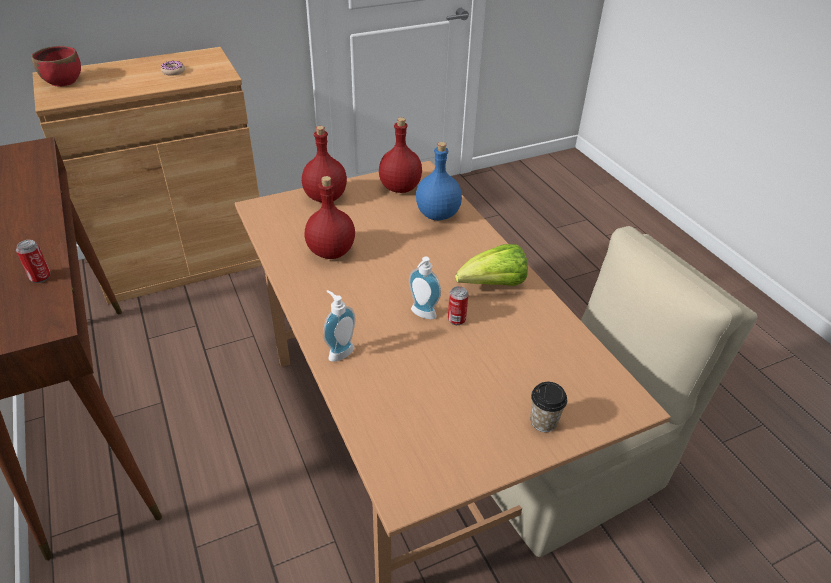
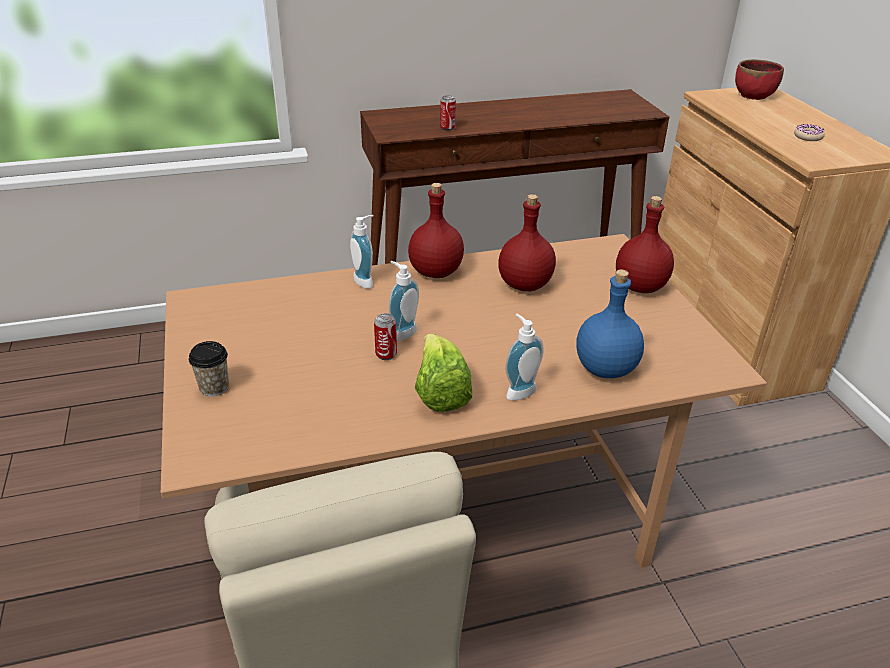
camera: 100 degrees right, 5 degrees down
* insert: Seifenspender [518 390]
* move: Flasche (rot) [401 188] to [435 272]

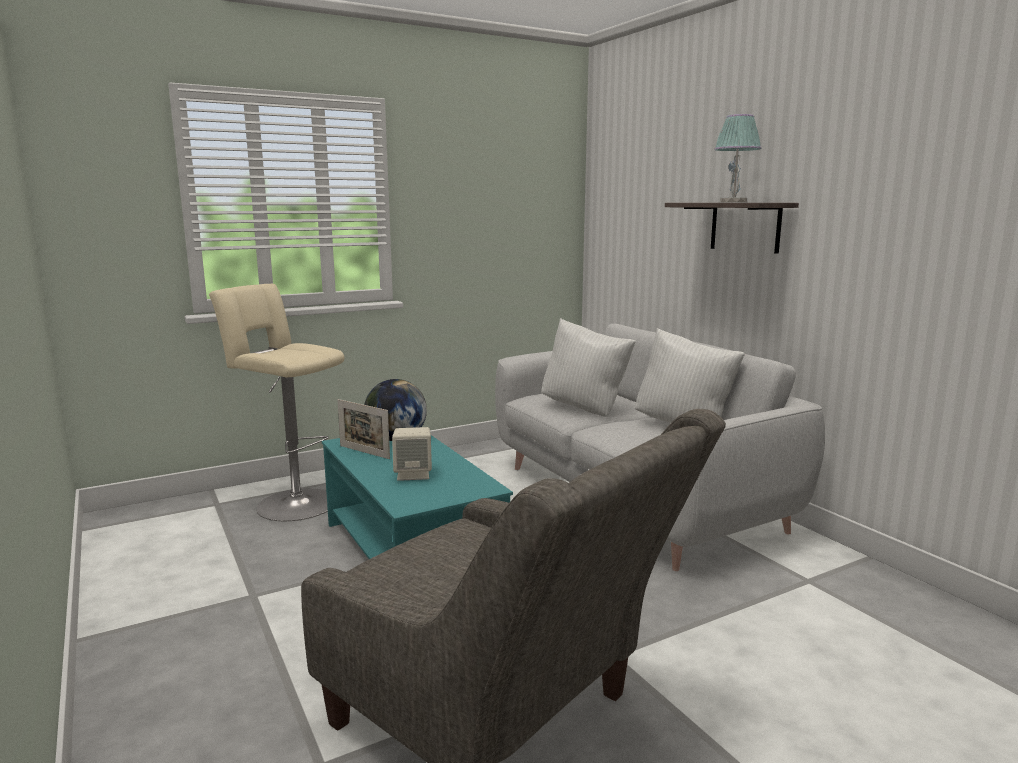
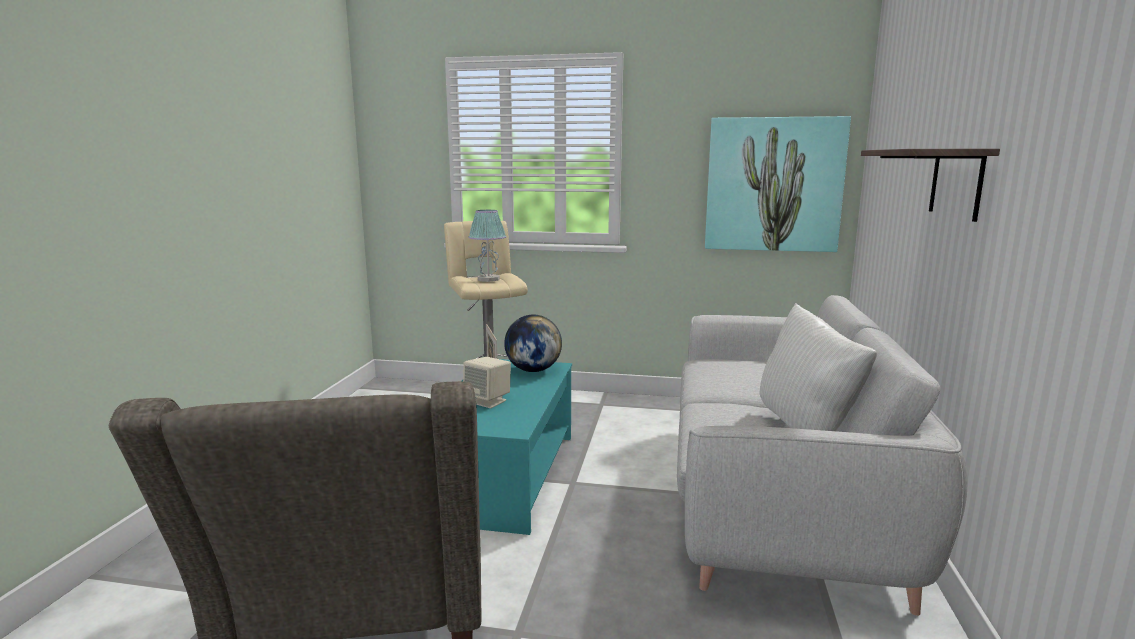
camera: 40 degrees right, 0 degrees up
* delete: Kissen (weiß) [585 408]
* insert: Bild [773 185]
* move: Tischlampe [734 202] to [488 279]

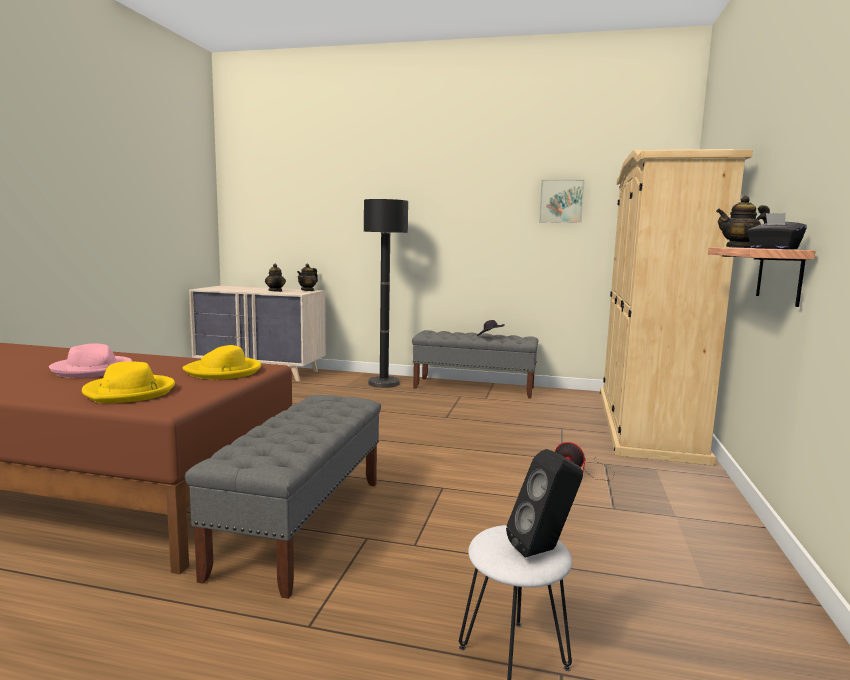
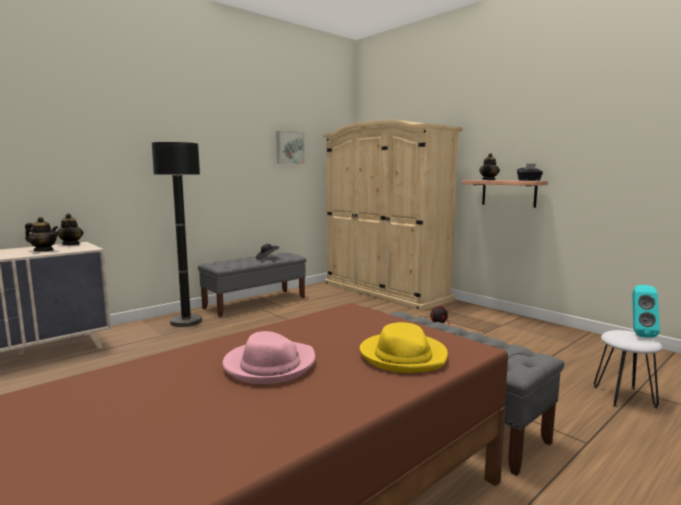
camera: 55 degrees left, 0 degrees up
* delete: Hut (gelb) [224 371]
* recolor: Lautsprecher (schwarz) [544 550] to Lautsprecher (türkis) [639 334]

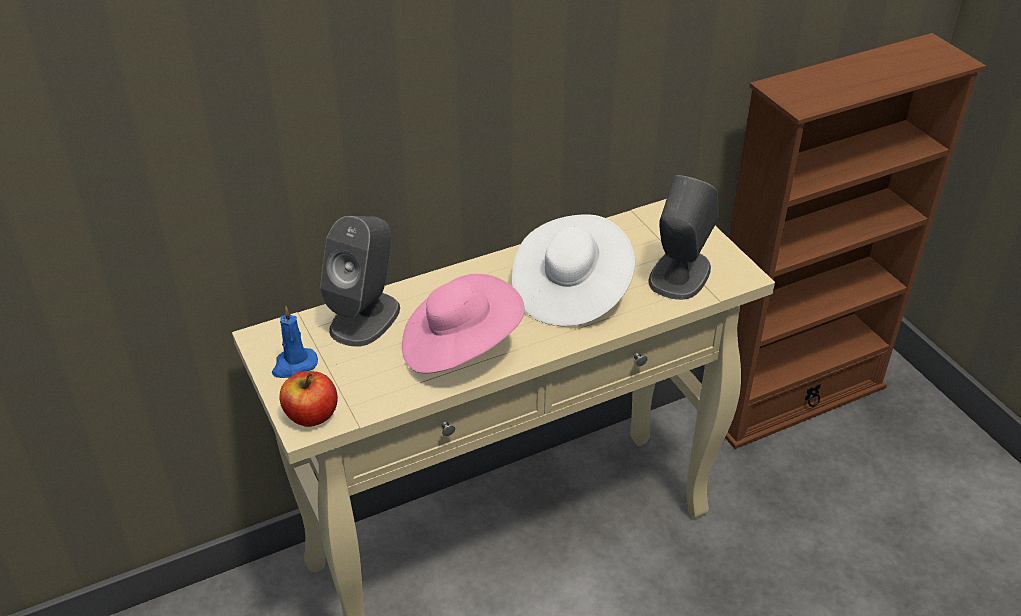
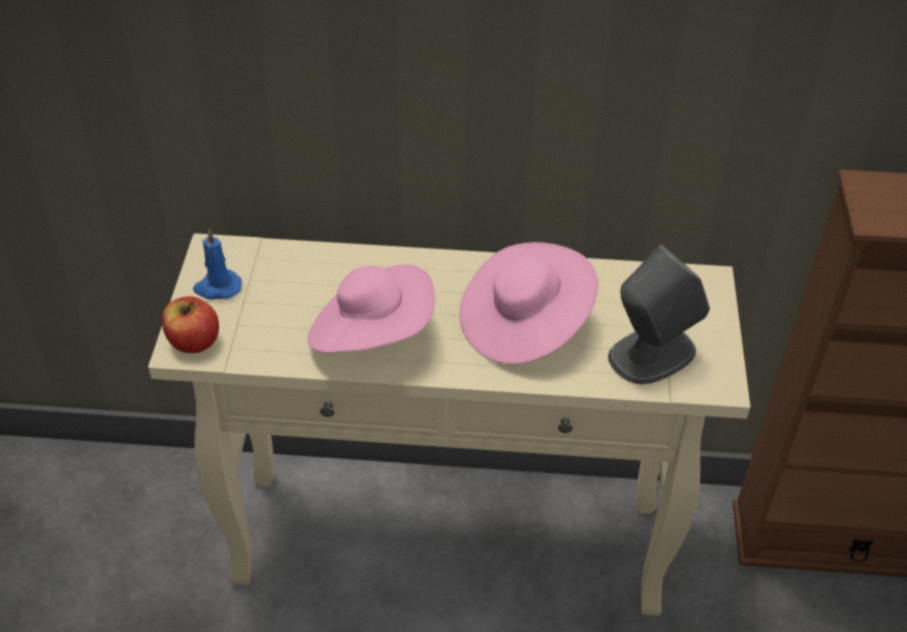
camera: 30 degrees right, 5 degrees up
* delete: Lautsprecher (grau) [365 318]
* recolor: Hut (weiß) [571 292] to Hut (rosa) [524 325]

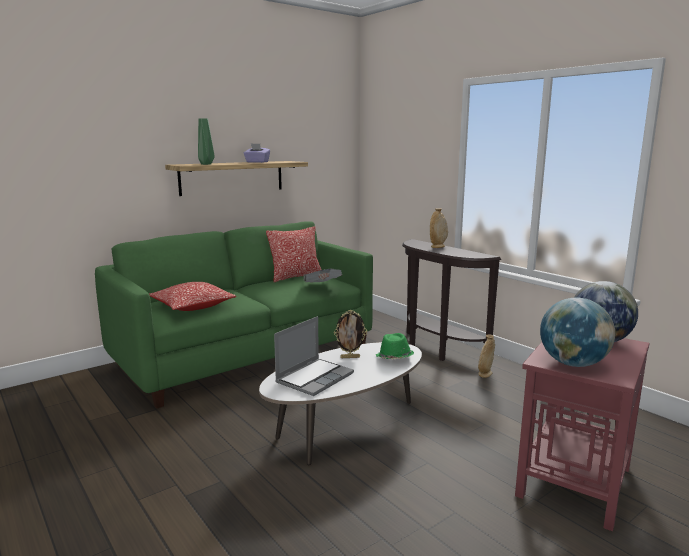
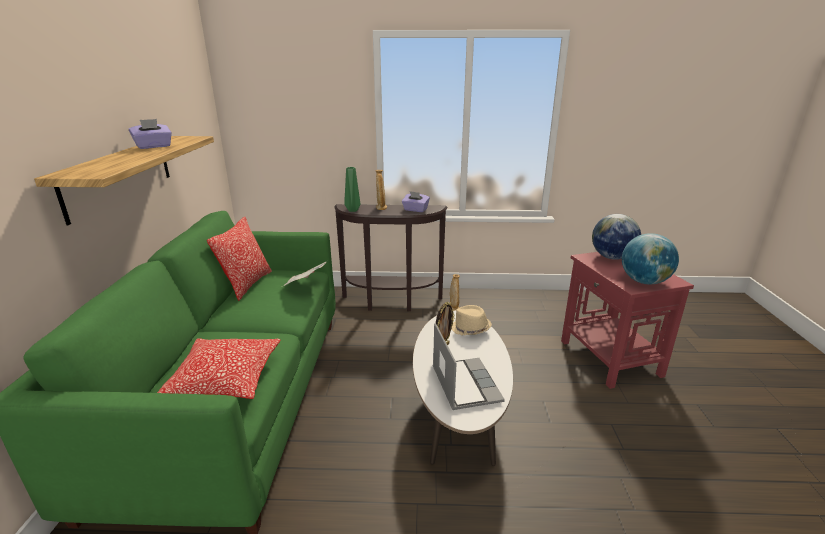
camera: 50 degrees left, 10 degrees up
* insert: Taschentuchbox (lila) [415 210]
* move: Vase (grün) [207 164] to [353 210]
* recolor: Hut (grün) [394 358] to Hut (beige) [470 329]

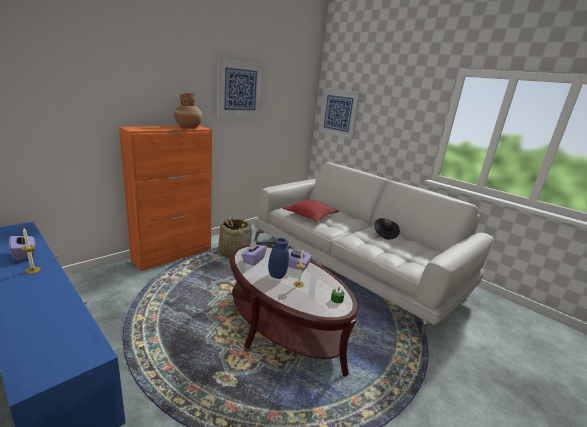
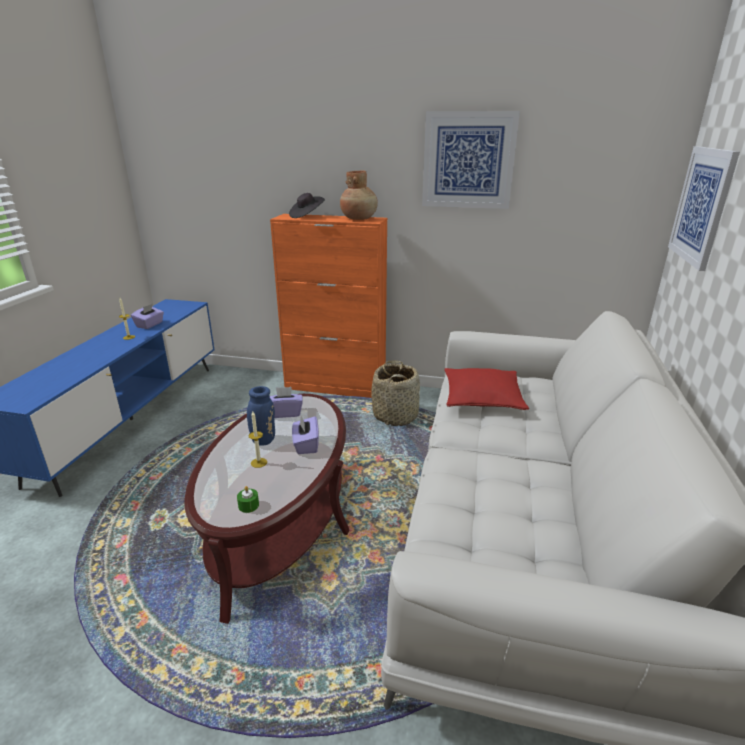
camera: 60 degrees right, 5 degrees up
* move: Hut (schwarz) [384 234] to [307 216]

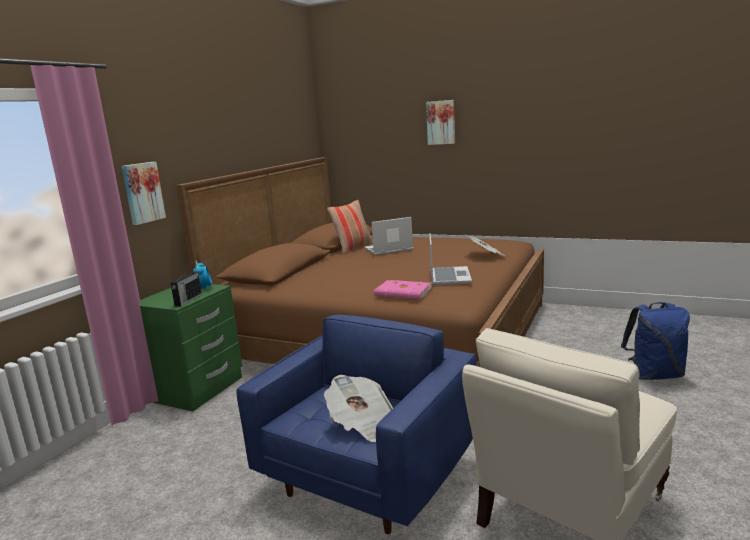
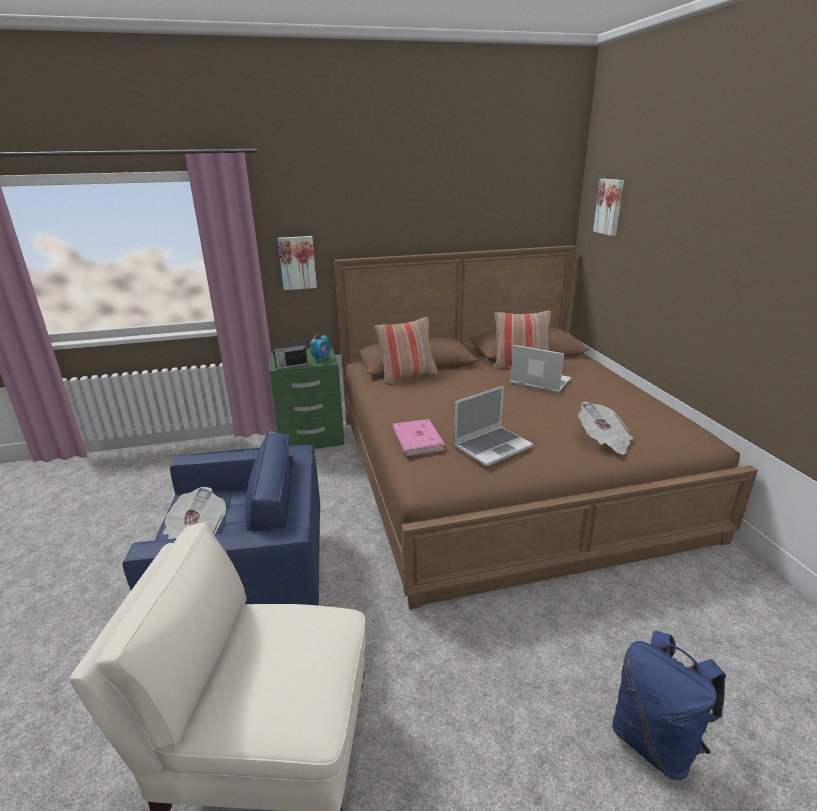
camera: 50 degrees right, 10 degrees up
* insert: Kissen [407 375]
* move: Bild [441 122] to [610 206]

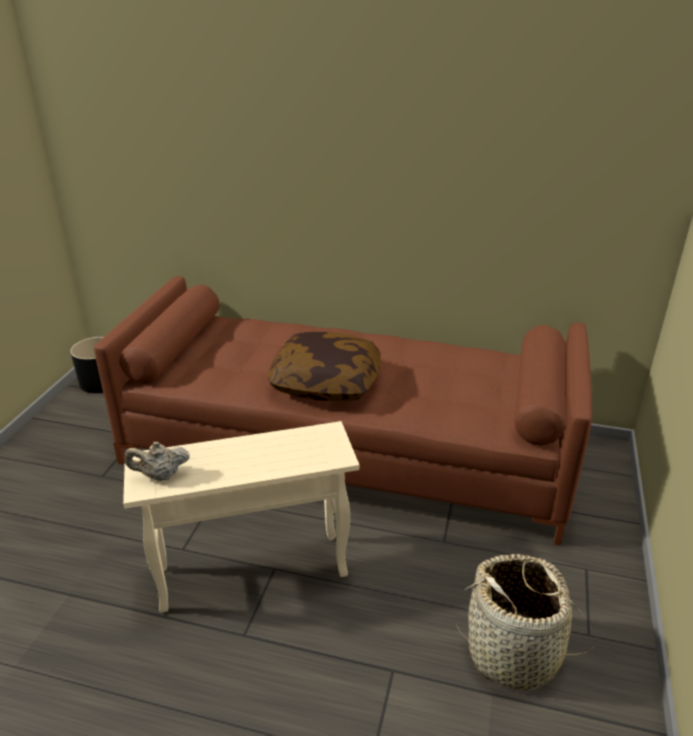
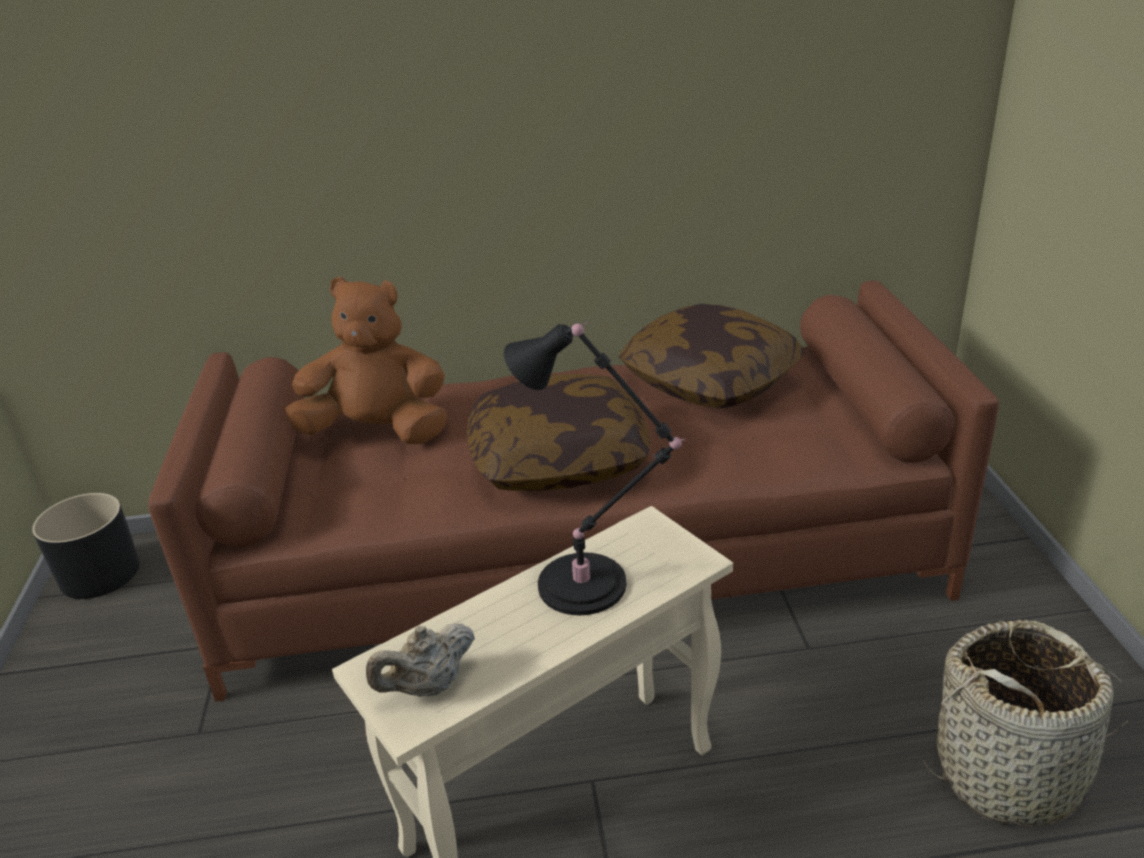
camera: 20 degrees left, 0 degrees up
* insert: Plüschtier (braun) [378 432]
* insert: Tischlampe (schwarz) [589 586]
* insert: Kissen [710 381]

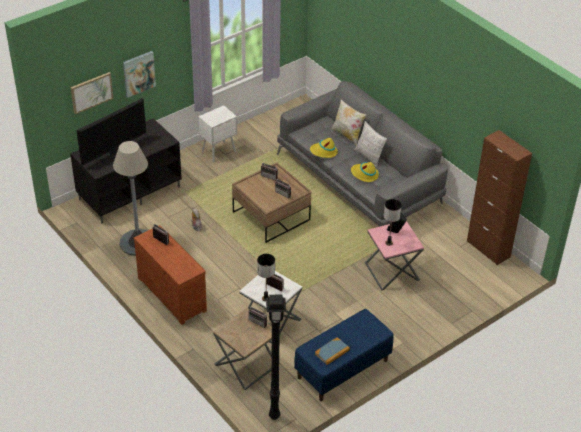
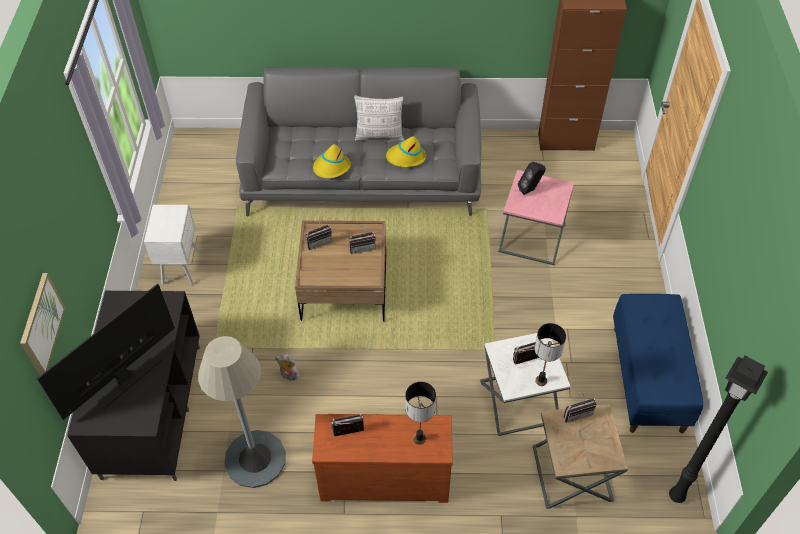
camera: 50 degrees left, 10 degrees up
* delete: Bild [138 73]
* delete: Buch [332 352]
* delete: Kissen [347 135]
* move: Tischlampe [389 243] to [419 439]
* rotate: Fernseher [114 152] = [124 378] 135 degrees counterclockwise

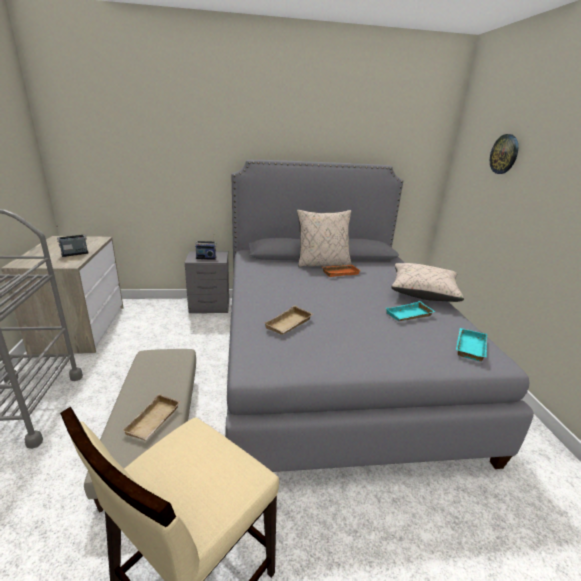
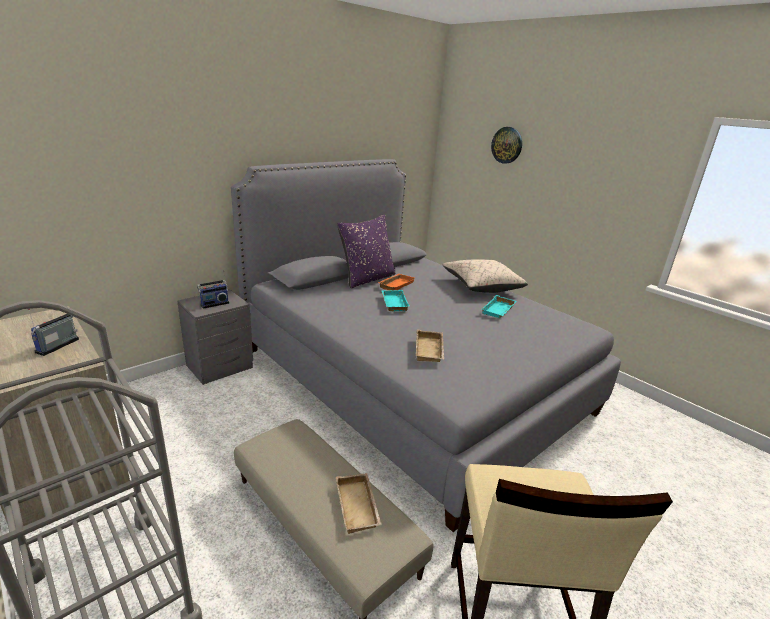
camera: 35 degrees left, 0 degrees up
* move: Tablett (türkis) [468 346] to [393 303]
* recolor: Kissen (beige) [322 263] to Kissen (lila) [367 279]

